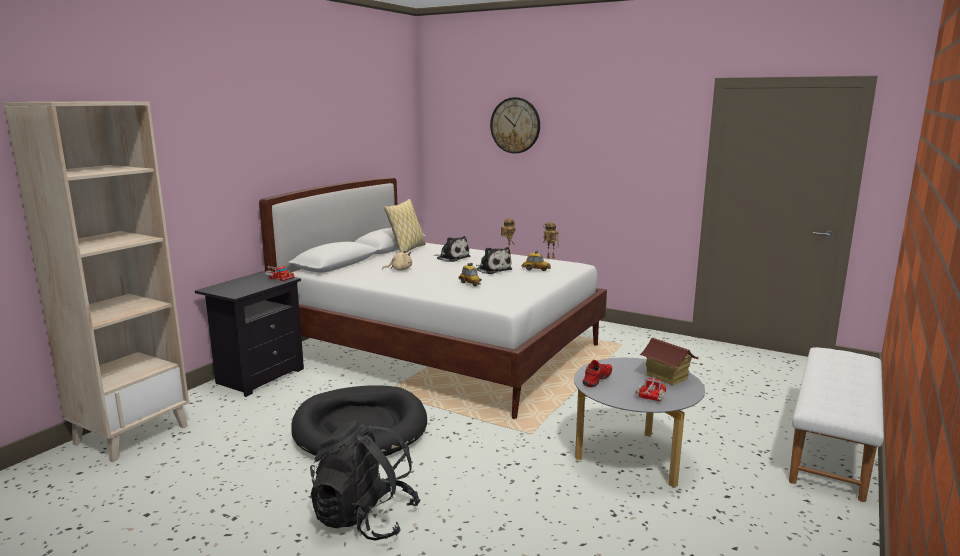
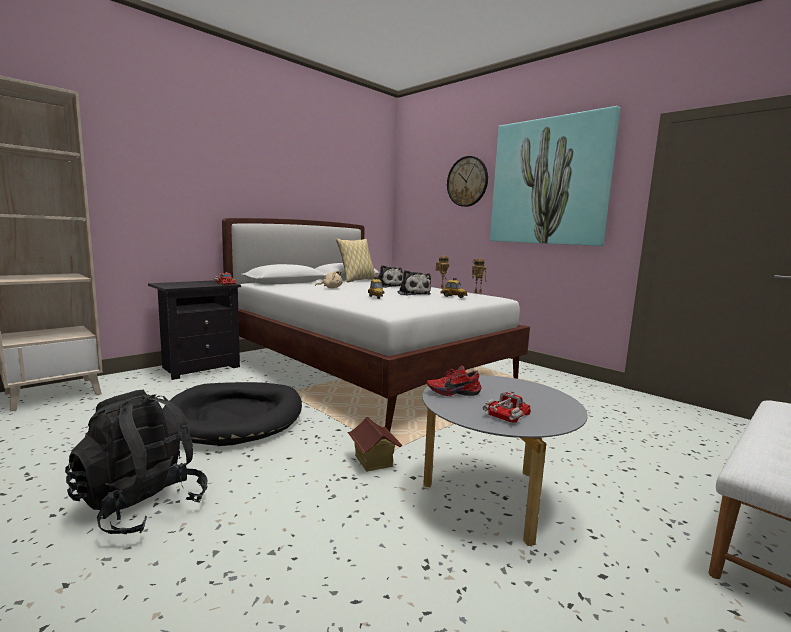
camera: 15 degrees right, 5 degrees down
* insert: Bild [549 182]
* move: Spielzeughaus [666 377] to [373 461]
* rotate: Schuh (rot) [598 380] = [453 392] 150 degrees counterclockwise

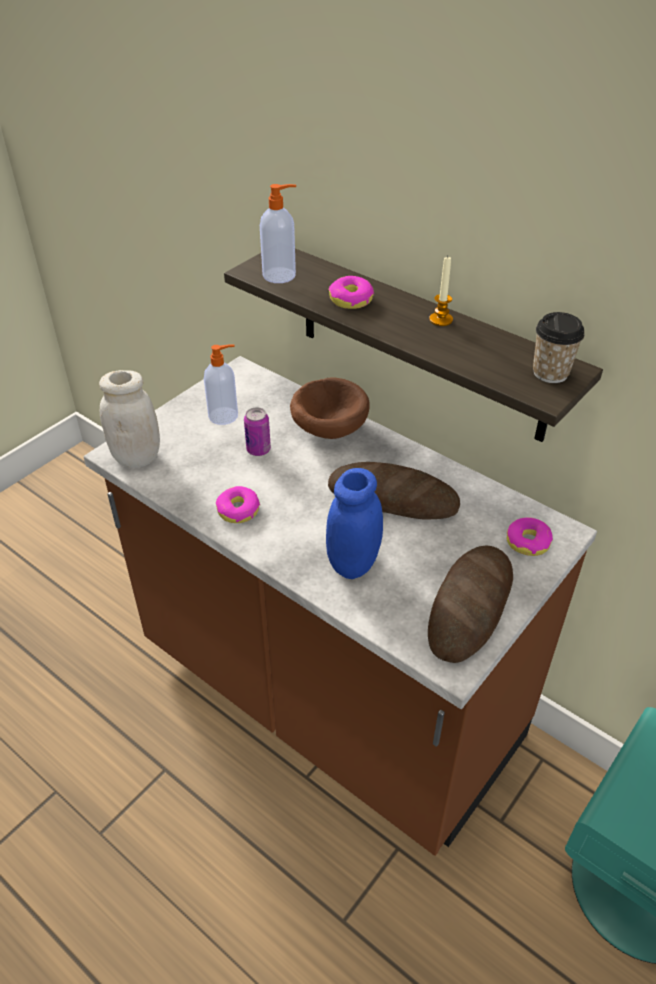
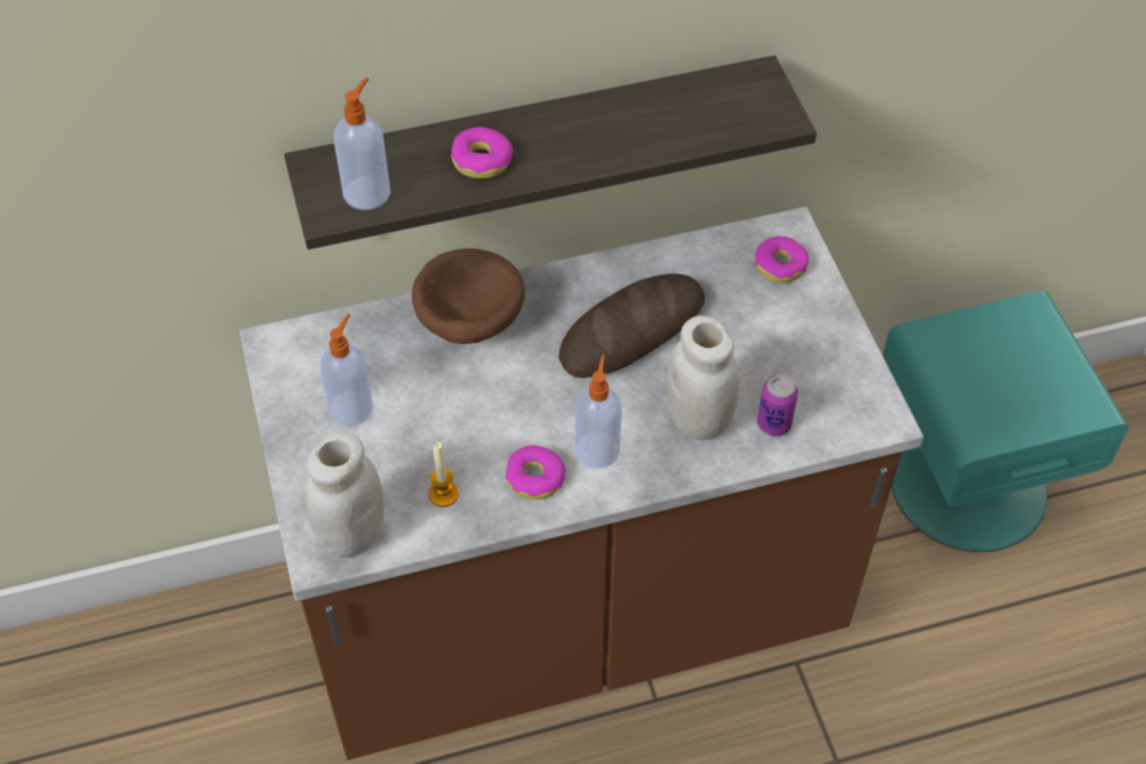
camera: 55 degrees left, 10 degrees up
* delete: Brot [470 607]
* delete: Tasse [550 373]
* insert: Seifenspender [597 449]
* move: Dose [258 450] to [774 424]
* move: Kerze [441 320] to [443 494]
* recolor: Vorratsglas (blau) [353 563] to Vorratsglas (weiß) [698 420]

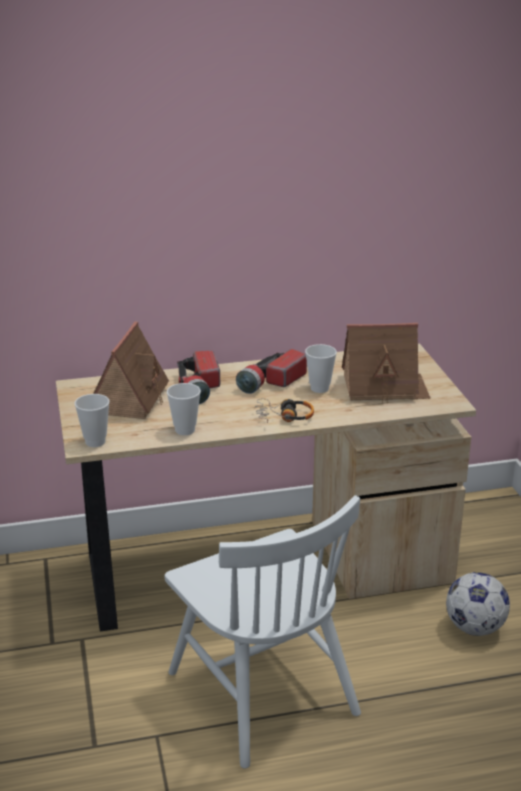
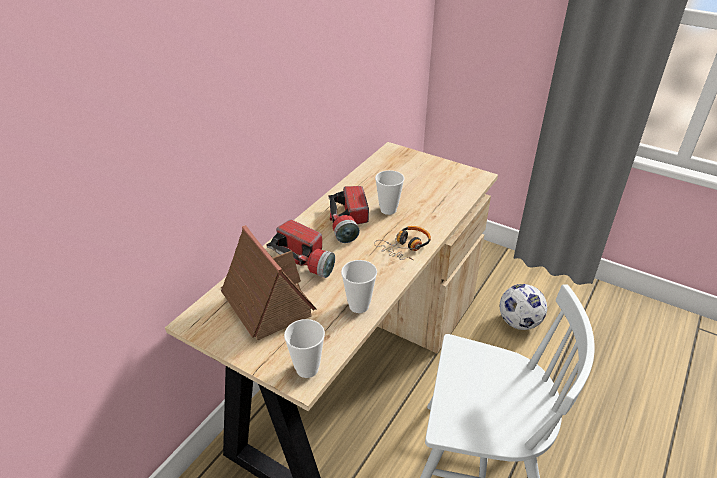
camera: 45 degrees left, 10 degrees up
* delete: Spielzeughaus [384 387]

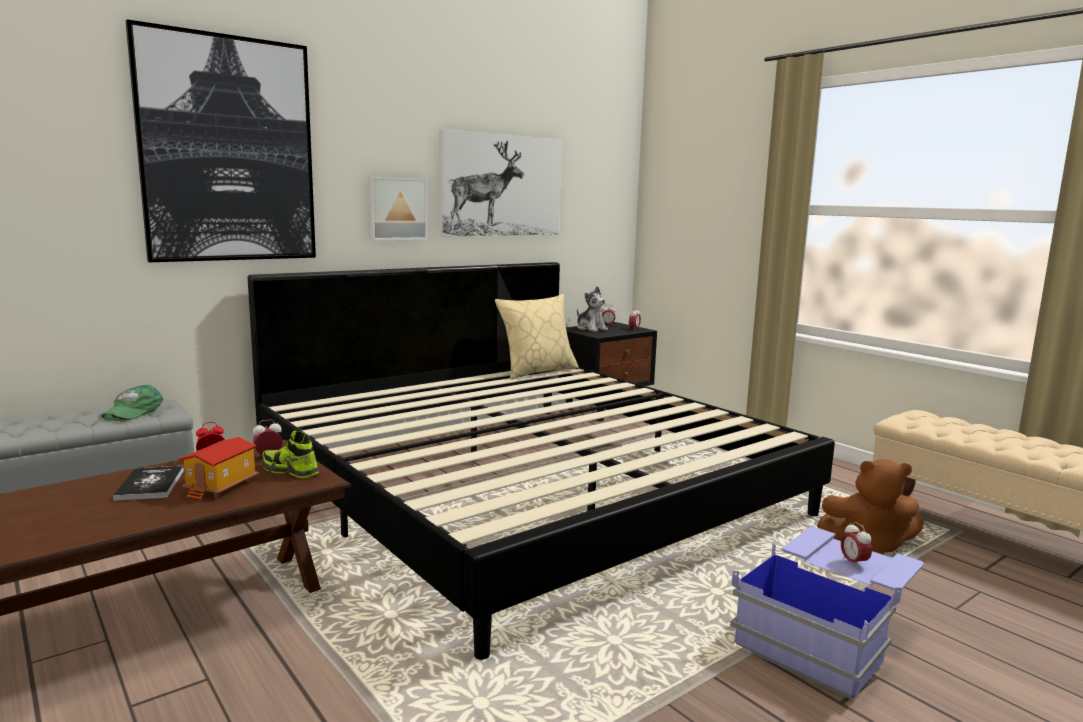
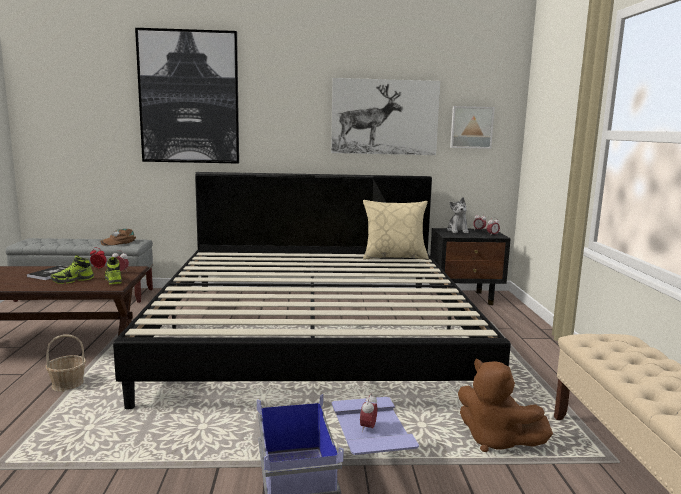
camera: 35 degrees right, 0 degrees up
* insert: Korb [67 384]
* move: Bild [396 209] to [471 127]
* replace: Spielzeughaus [221 486] to Schuh [73 280]
* recolor: Kappe (grün) [133 411] to Kappe (braun) [119 242]

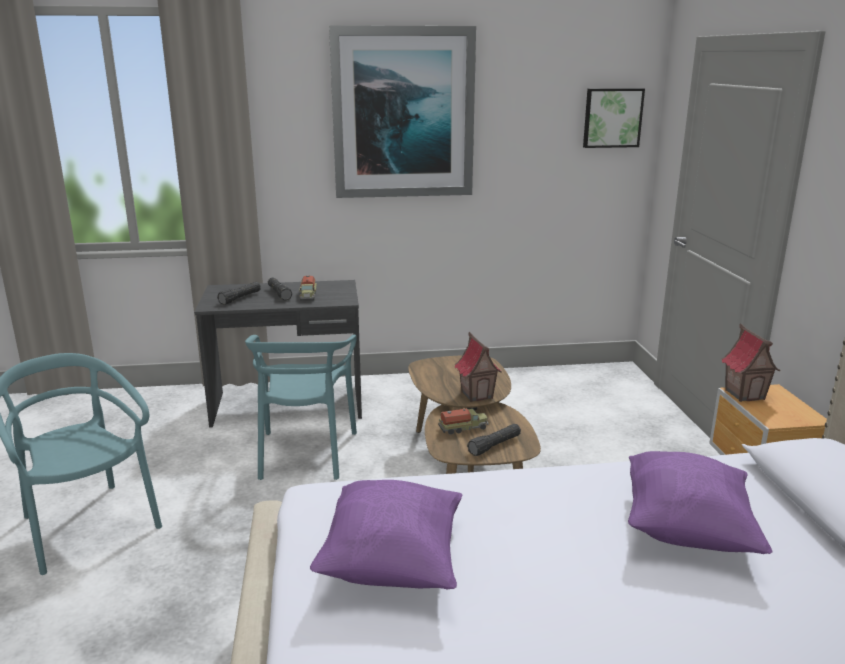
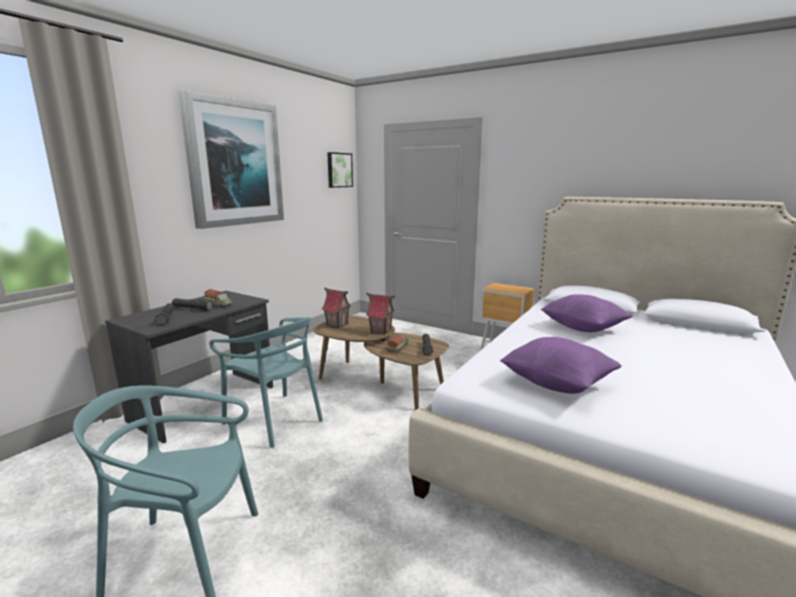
camera: 50 degrees left, 5 degrees down
* move: Spielzeughaus [745 394] to [337 324]

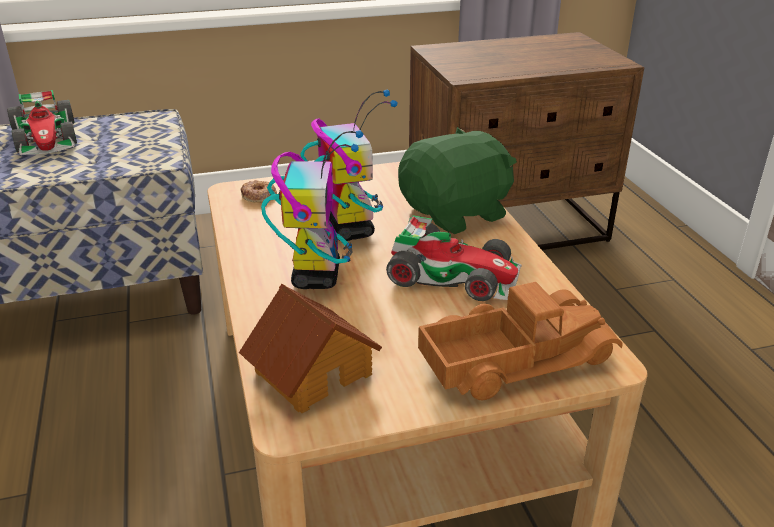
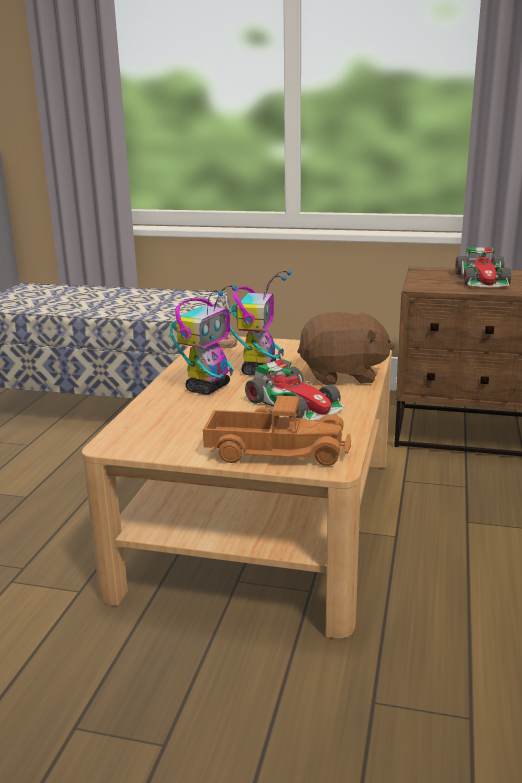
camera: 30 degrees right, 10 degrees down
* delete: Spielzeughaus [312 371]
* move: Spielzeugauto [47 137] to [483 280]
* recolor: Plüschtier (grün) [456 213] to Plüschtier (braun) [343 375]

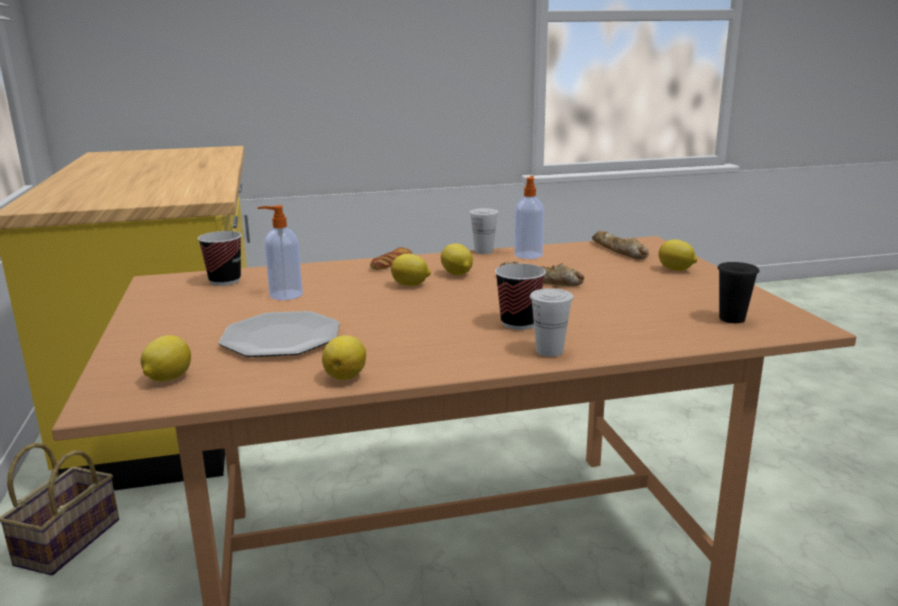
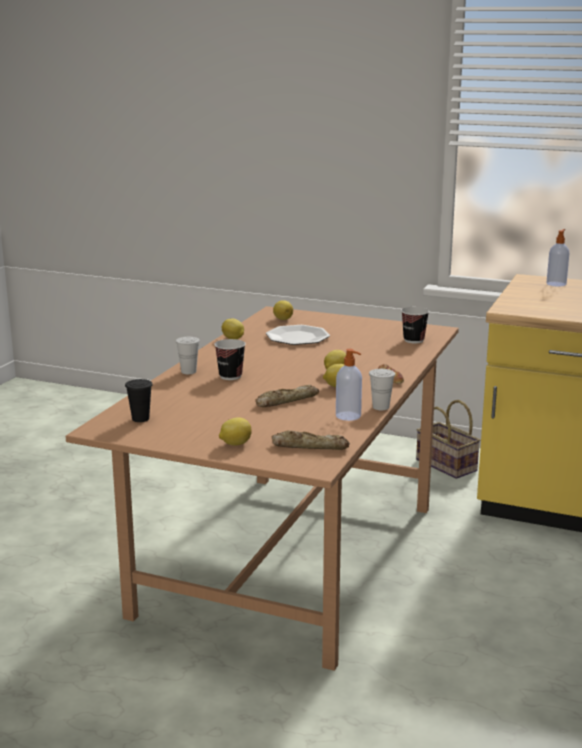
camera: 125 degrees right, 0 degrees up
* move: Seifenspender [284 295] to [556 284]

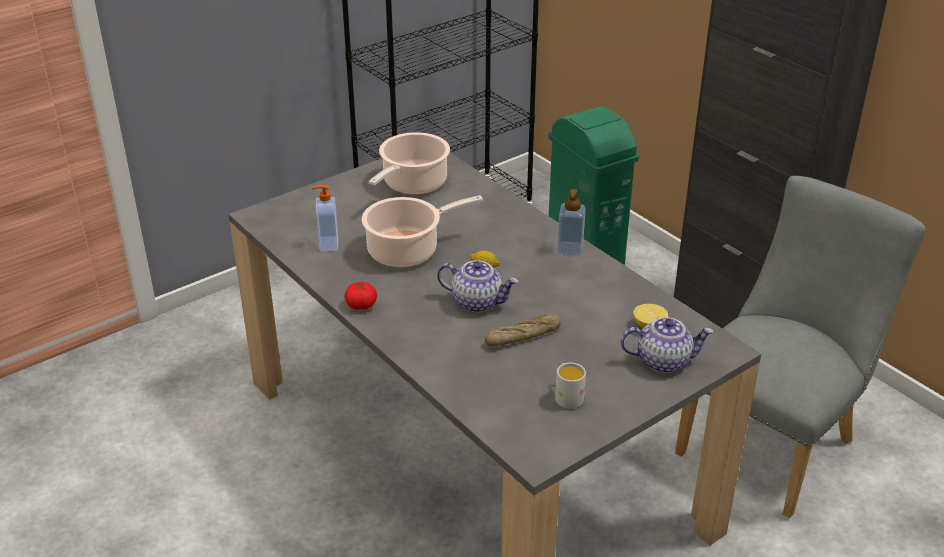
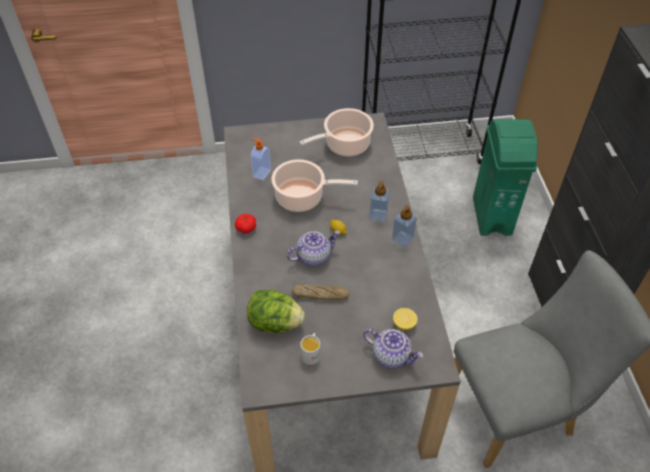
camera: 30 degrees right, 15 degrees up
* insert: Salatkopf [275 323]
* insert: Seifenspender [378 215]
* rotate: Teekanne [477 302] = [313 256] 75 degrees counterclockwise

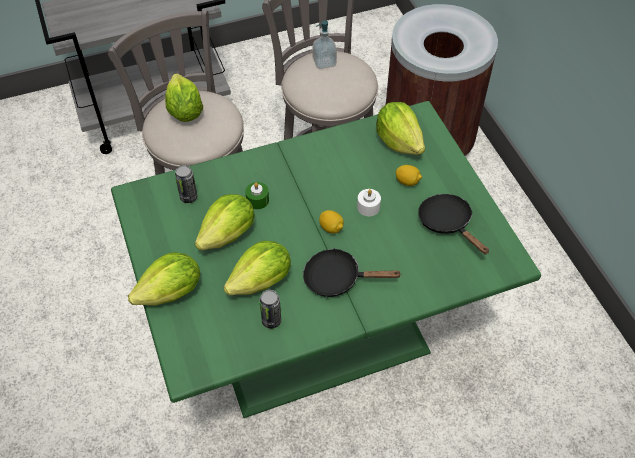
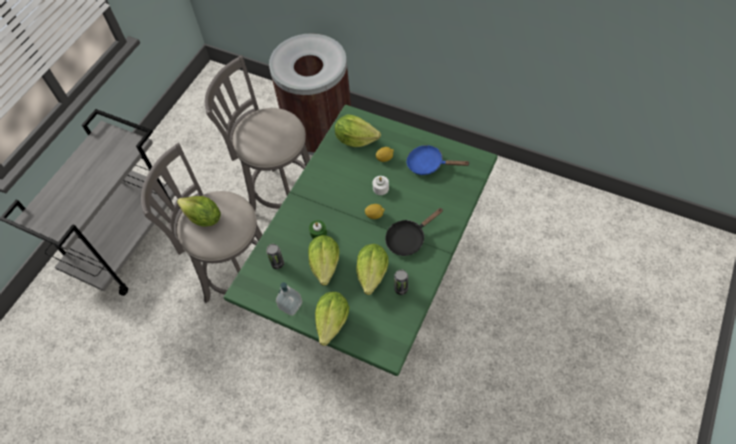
camera: 40 degrees left, 5 degrees up
* move: Seifenspender [324 62] to [290 305]
* recolor: Pfanne (schwarz) [448 223] to Pfanne (blau) [429 164]

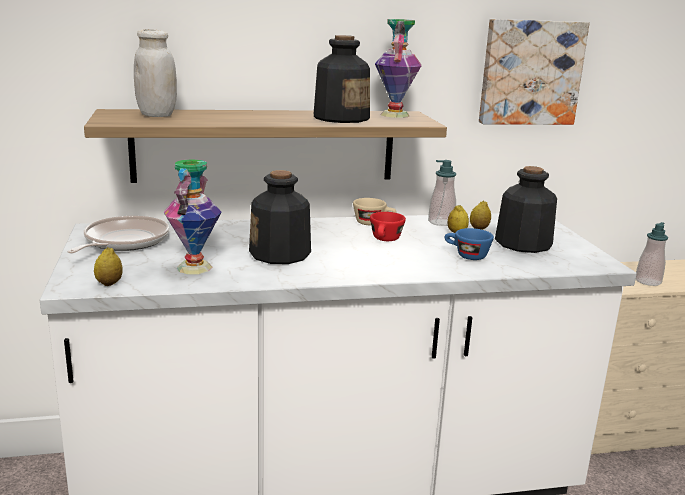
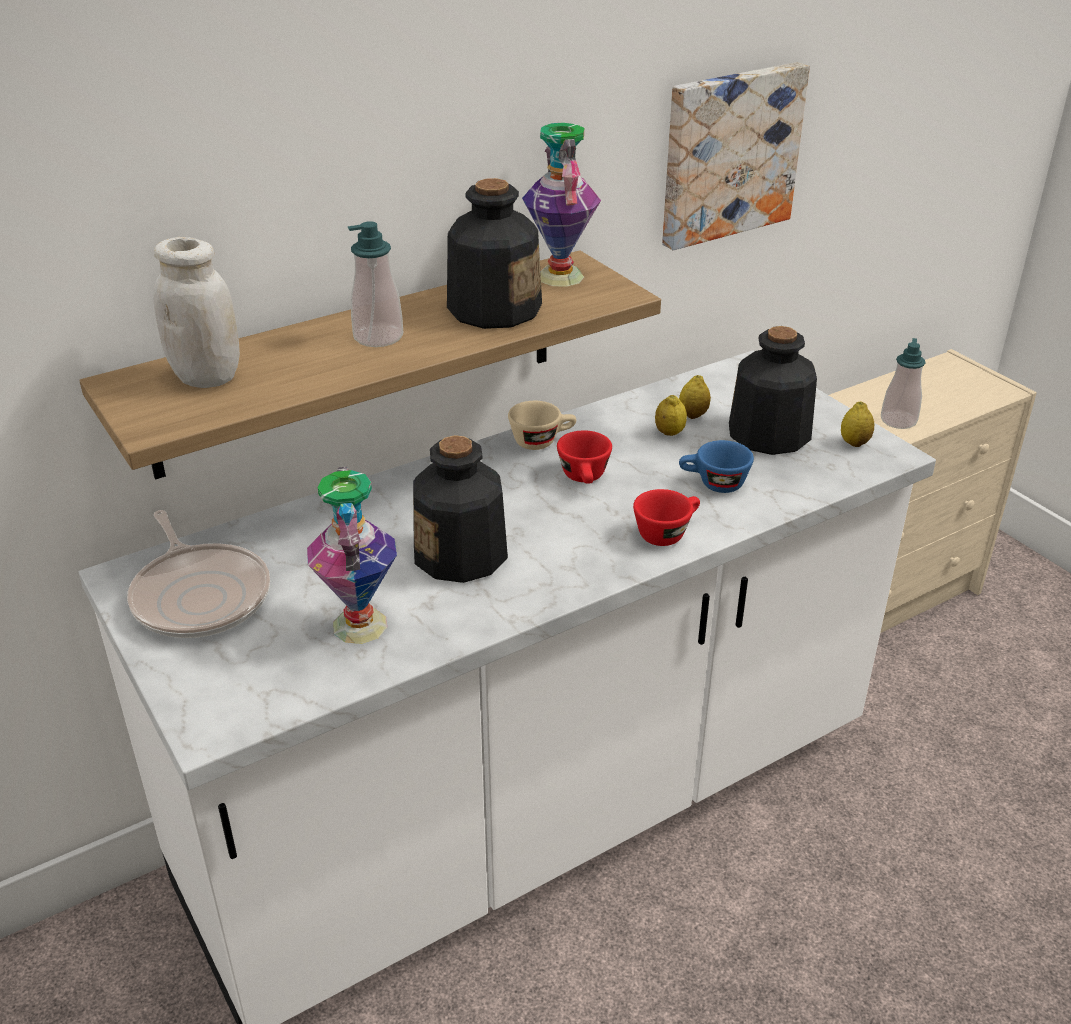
camera: 20 degrees left, 15 degrees up
* insert: Tasse (rot) [667 532]
* move: Zitrone [109 283] to [854 443]
* move: Seifenspender [441 222] to [378 337]
* rotate: Pfanne [123 242] = [200 595] 150 degrees clockwise

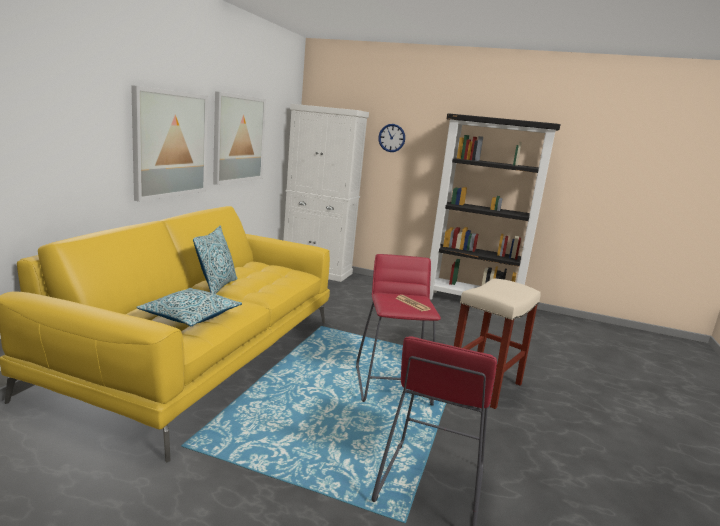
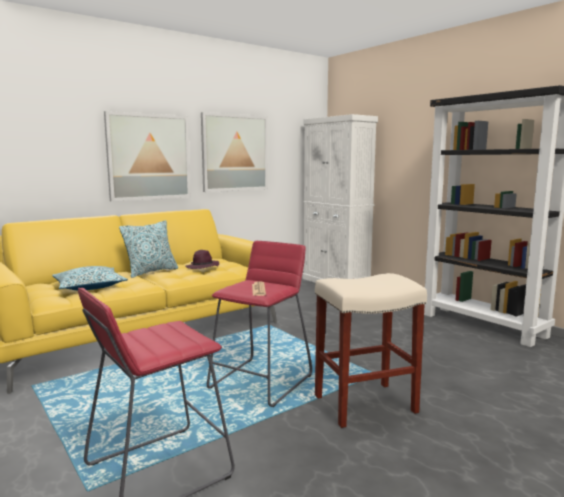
camera: 35 degrees right, 5 degrees down
* delete: Wanduhr [391 138]
* insert: Hut (lila) [202 267]

